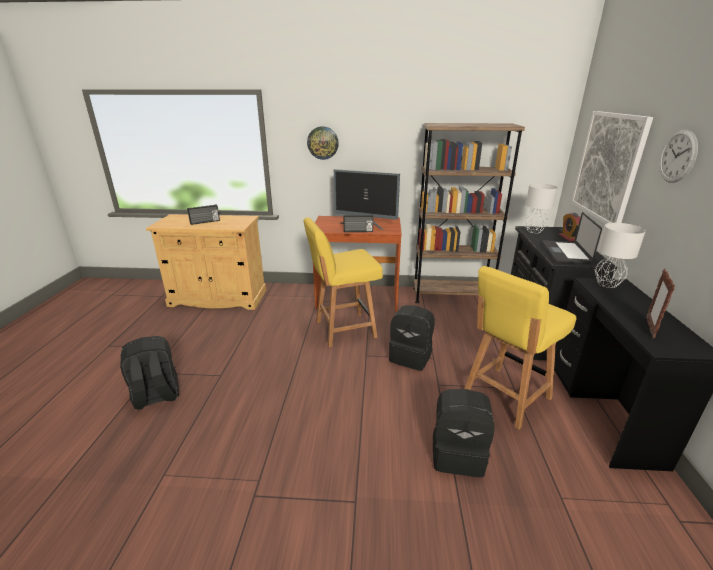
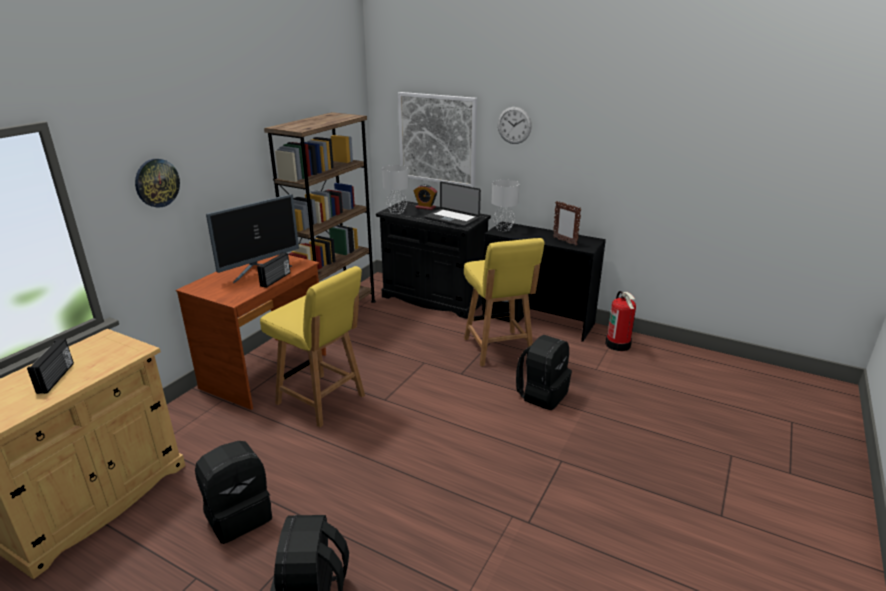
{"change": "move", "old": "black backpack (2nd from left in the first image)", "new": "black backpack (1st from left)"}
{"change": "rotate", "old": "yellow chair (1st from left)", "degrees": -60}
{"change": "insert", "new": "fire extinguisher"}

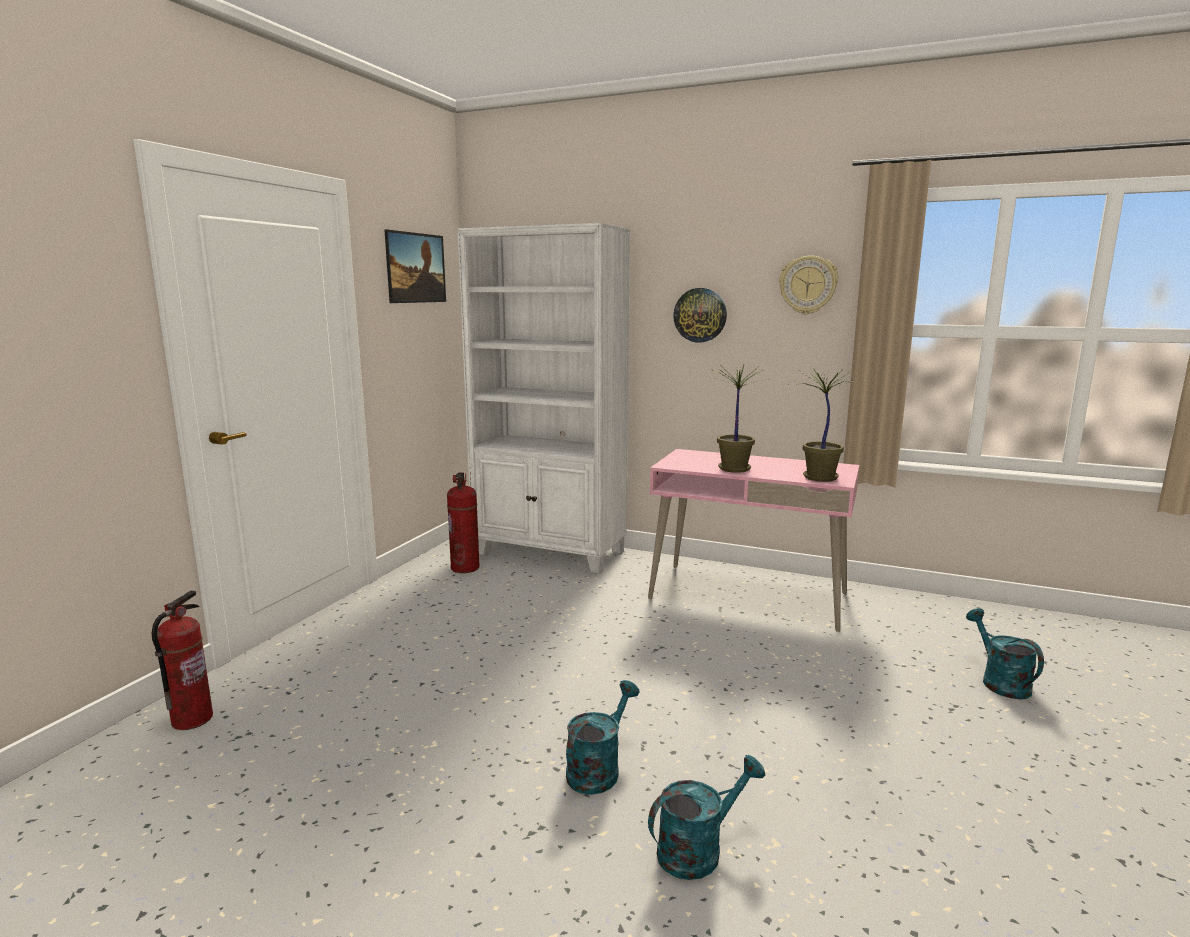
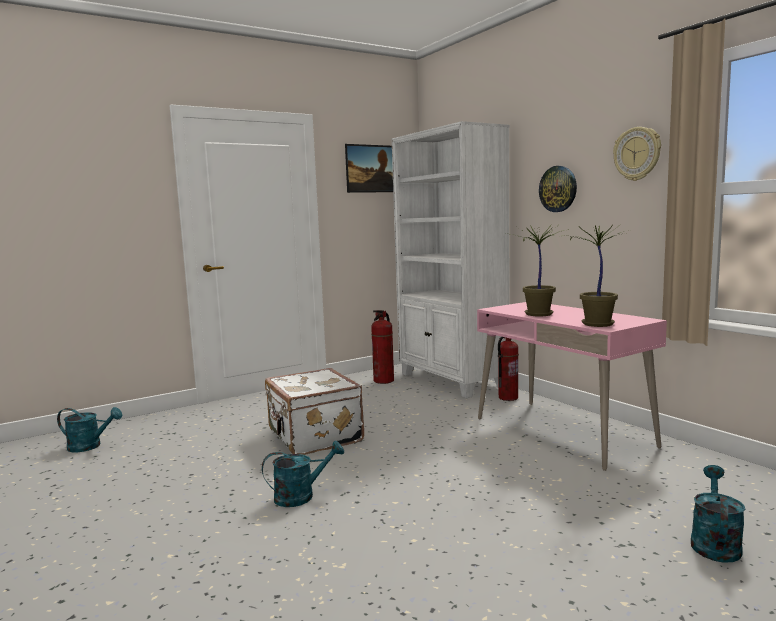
{"change": "move", "old": "turquoise watering can (2nd from left in the first image)", "new": "turquoise watering can (1st from left)"}
{"change": "insert", "new": "white suitcase"}
{"change": "move", "old": "fire extinguisher (1st from left in the first image)", "new": "fire extinguisher (2nd from left)"}

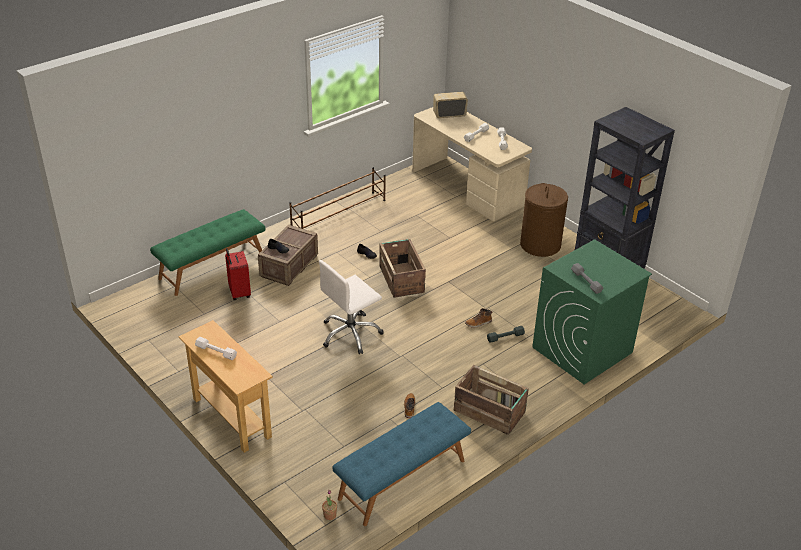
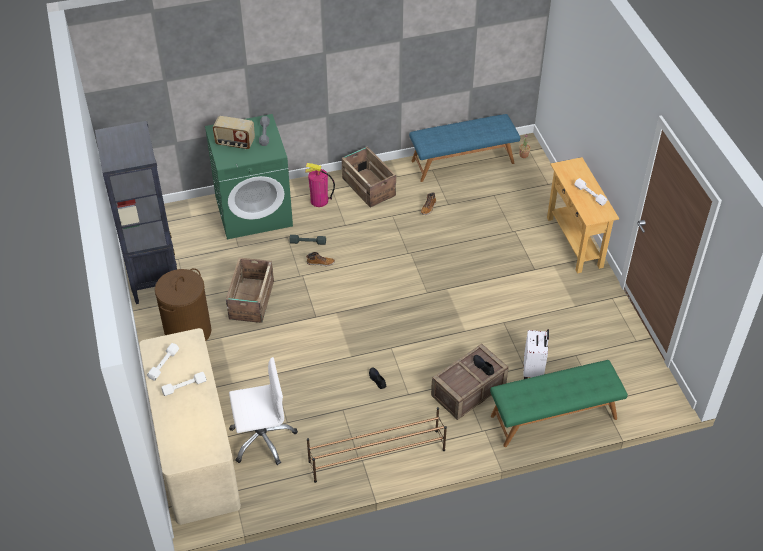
{"change": "move", "old": "radio"}
{"change": "move", "old": "crate (2nd from left in the first image)", "new": "crate (1st from left)"}
{"change": "move", "old": "white office chair"}
{"change": "insert", "new": "fire extinguisher"}
{"change": "recolor", "old": "red suitcase", "new": "white suitcase"}

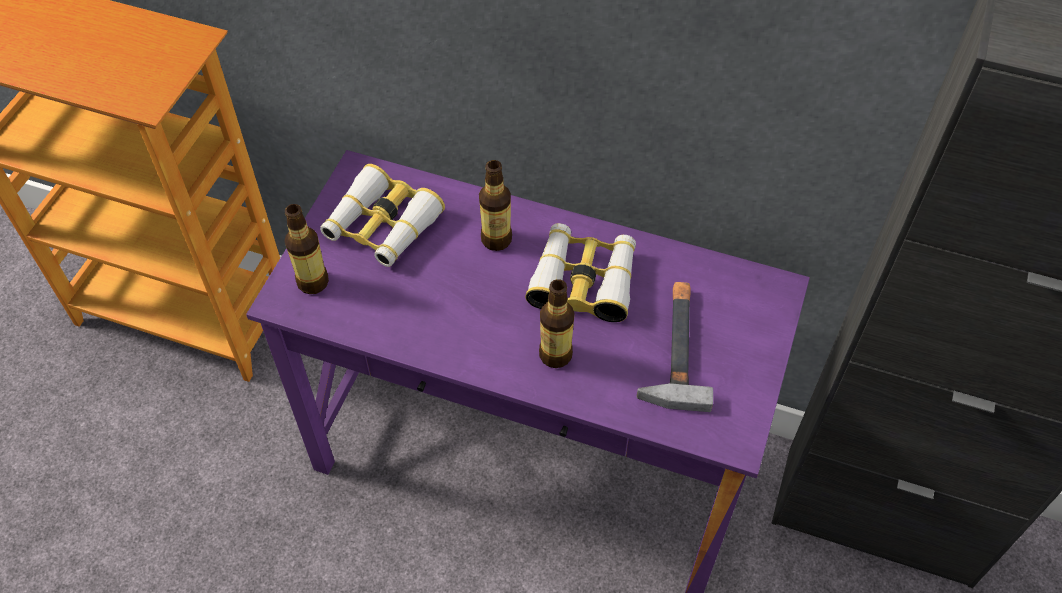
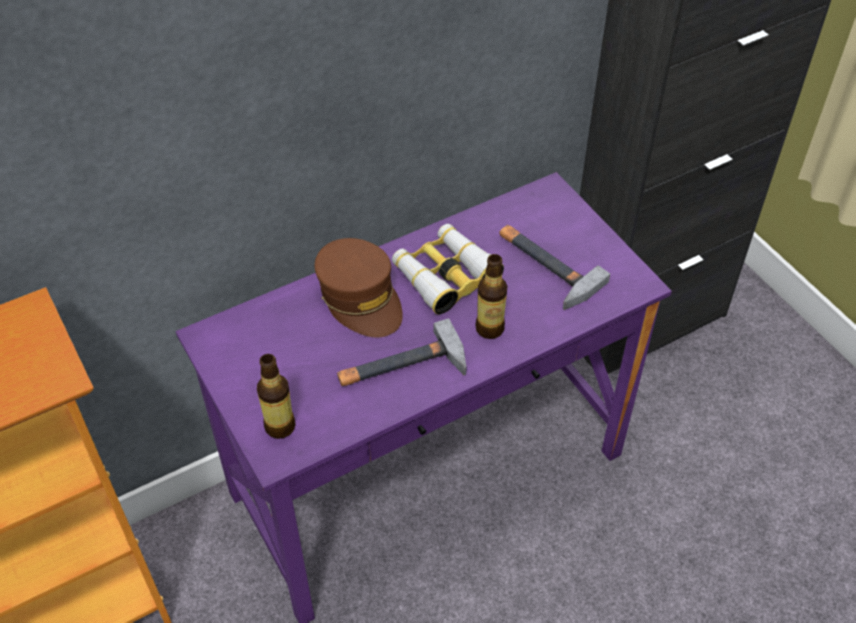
{"change": "replace", "old": "bottle (2nd from left)", "new": "brown cap"}
{"change": "insert", "new": "hammer (1st from left)"}
{"change": "delete", "old": "binoculars (1st from left)"}

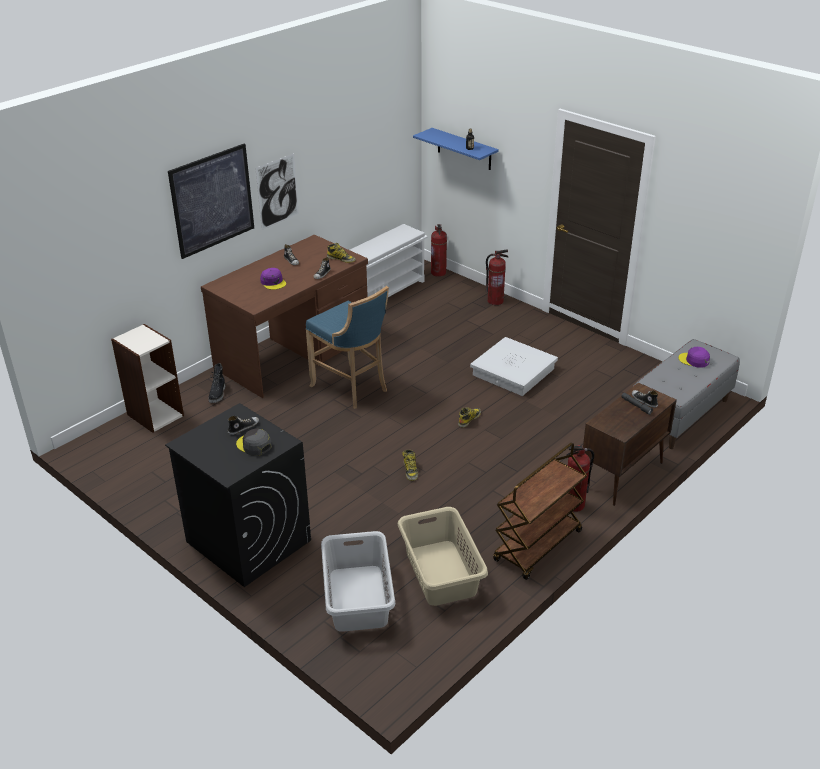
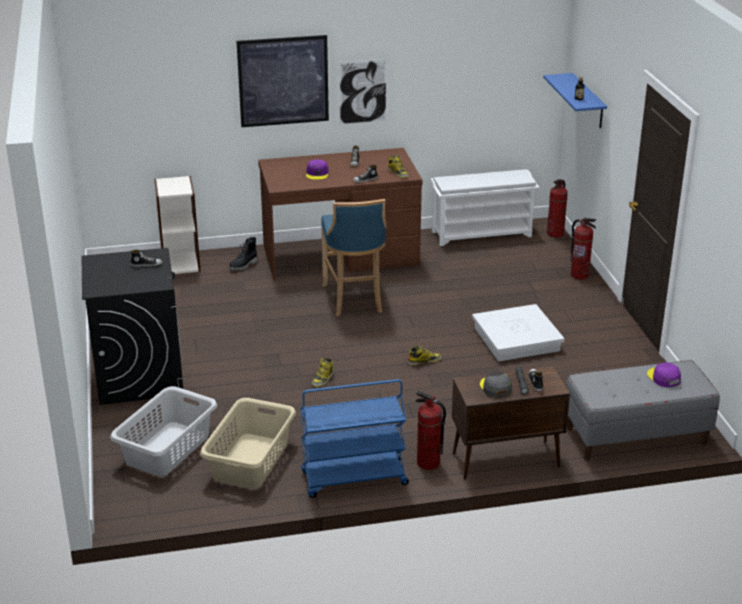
{"change": "recolor", "old": "brown cart", "new": "blue cart"}
{"change": "move", "old": "grey cap"}

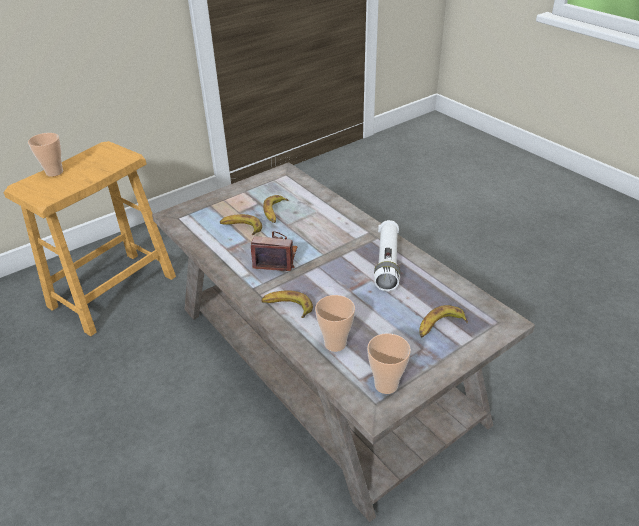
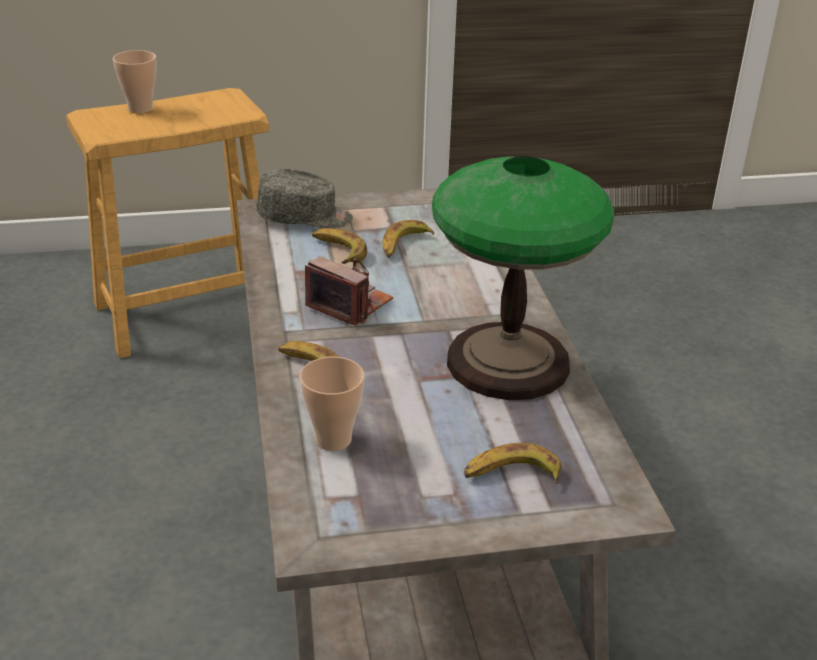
{"change": "insert", "new": "grey cap"}
{"change": "replace", "old": "white flashlight", "new": "table lamp"}
{"change": "delete", "old": "cup (3rd from left)"}

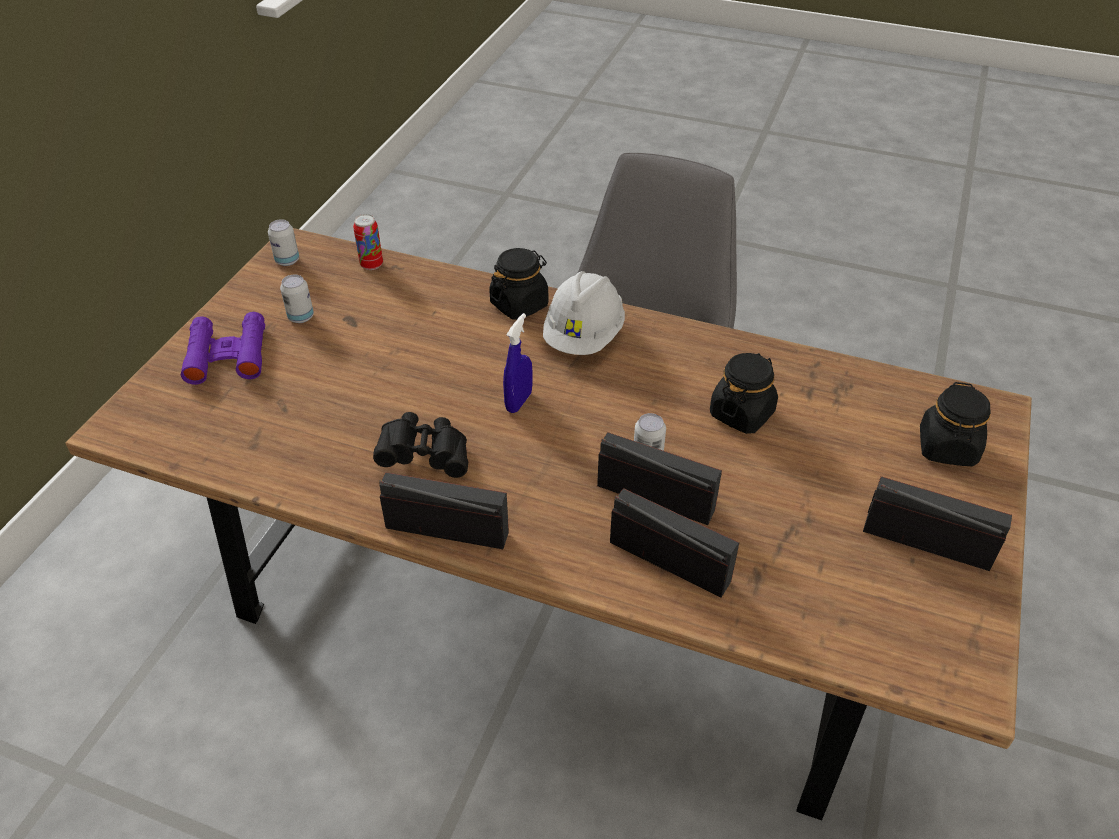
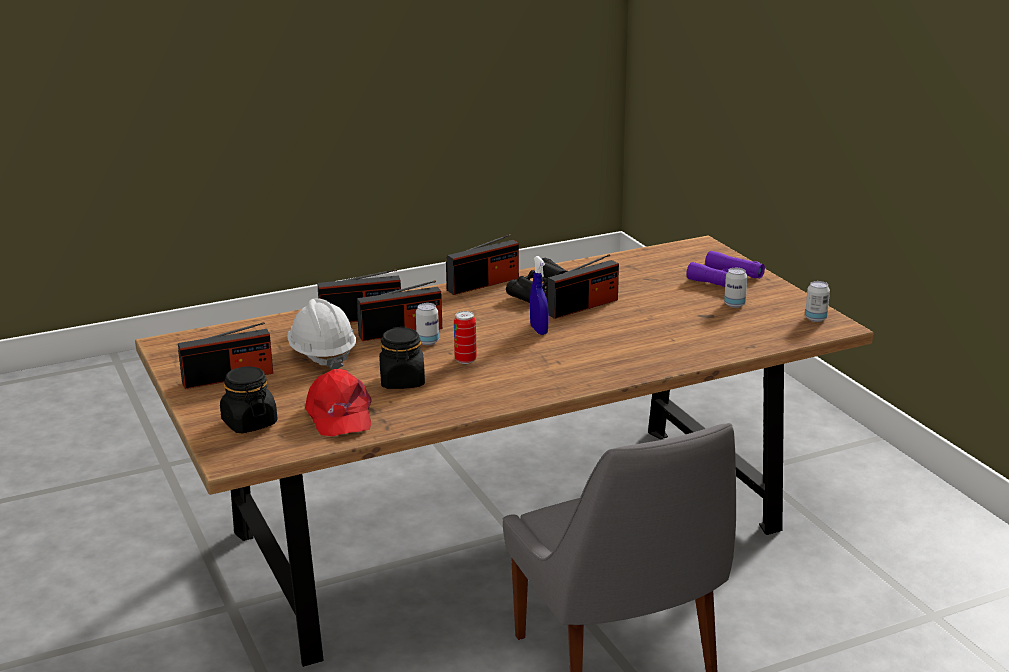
{"change": "move", "old": "white hard hat"}
{"change": "insert", "new": "red cap"}
{"change": "move", "old": "can (3rd from left in the first image)", "new": "can (2nd from left)"}
{"change": "insert", "new": "radio (5th from left)"}
{"change": "delete", "old": "black jar (1st from left)"}

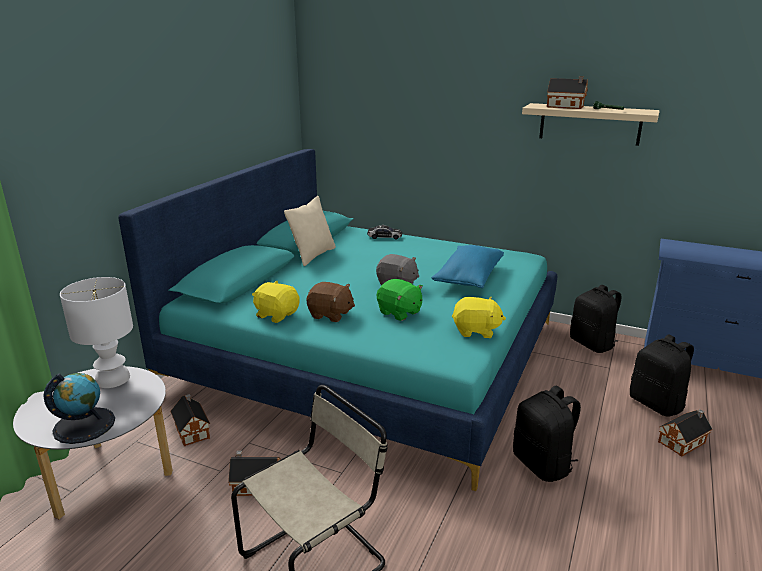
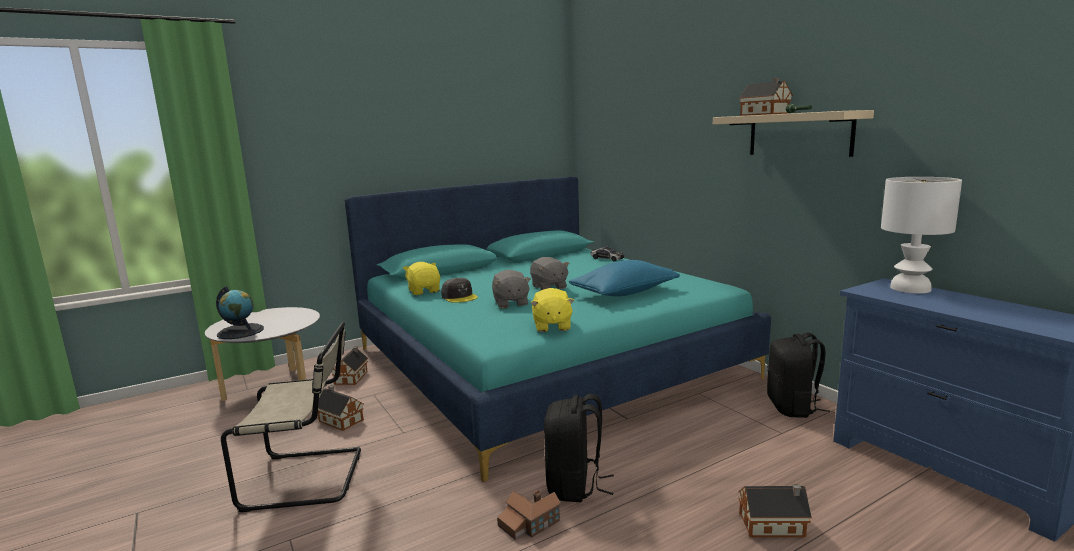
{"change": "replace", "old": "brown plush toy", "new": "grey cap"}
{"change": "recolor", "old": "green plush toy", "new": "grey plush toy (1st from left)"}
{"change": "insert", "new": "toy house (3rd from left)"}
{"change": "rotate", "old": "yellow plush toy (2nd from left)", "degrees": 45}
{"change": "move", "old": "white table lamp"}
{"change": "delete", "old": "beige pillow"}
{"change": "delete", "old": "black backpack (3rd from left)"}

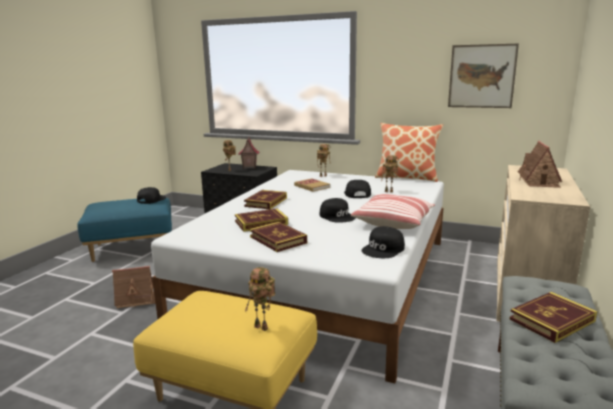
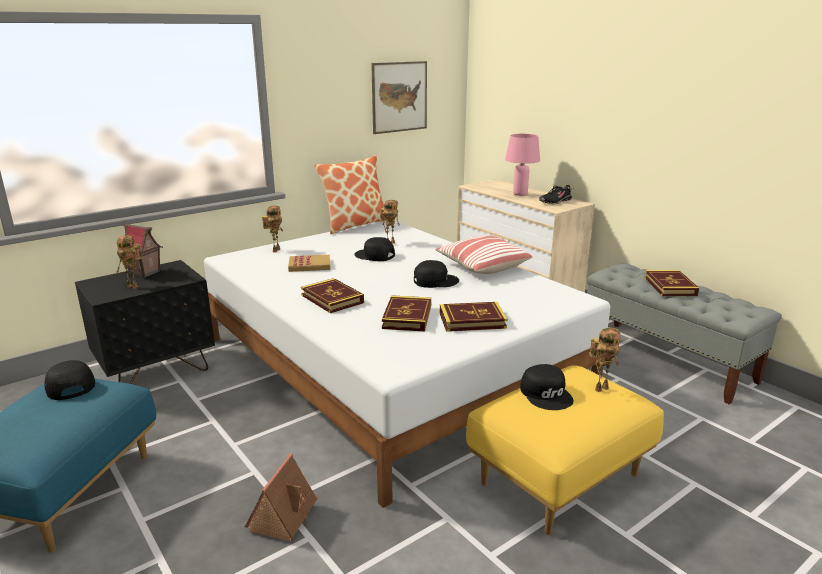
{"change": "replace", "old": "toy house (3rd from left)", "new": "pink table lamp"}
{"change": "move", "old": "black cap (4th from left)"}
{"change": "insert", "new": "black shoe"}

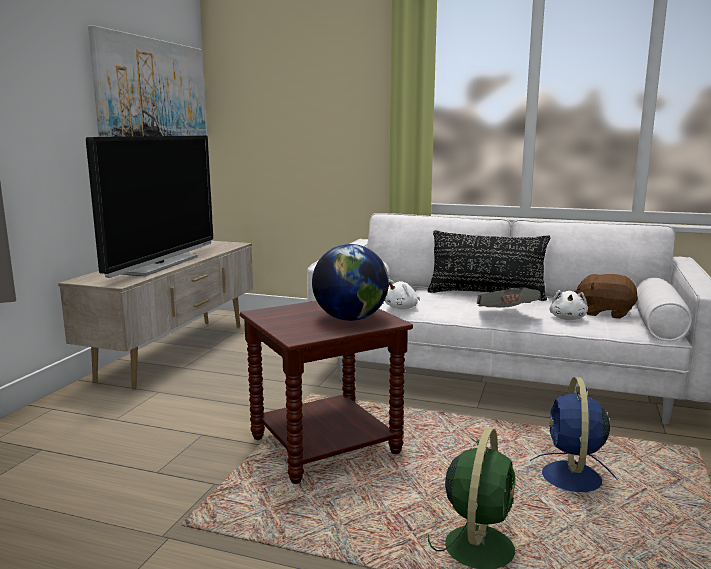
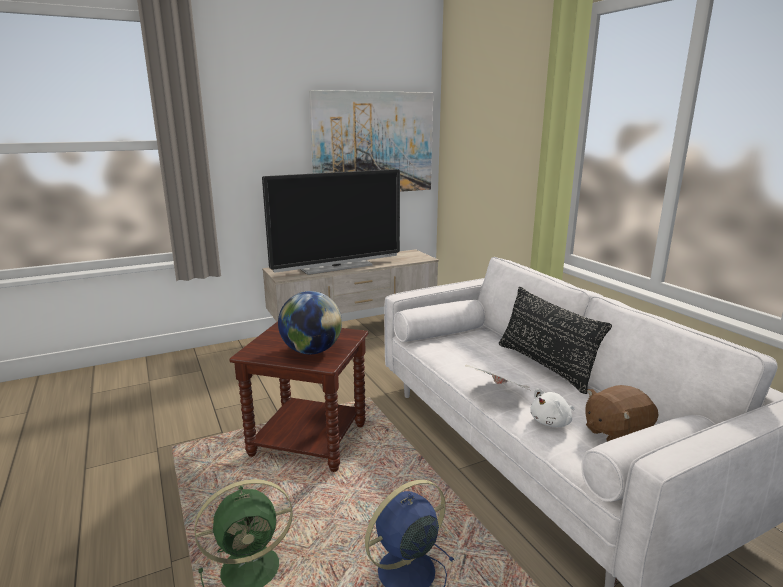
{"change": "rotate", "old": "brown plush toy", "degrees": -90}
{"change": "delete", "old": "white plush toy (1st from left)"}

